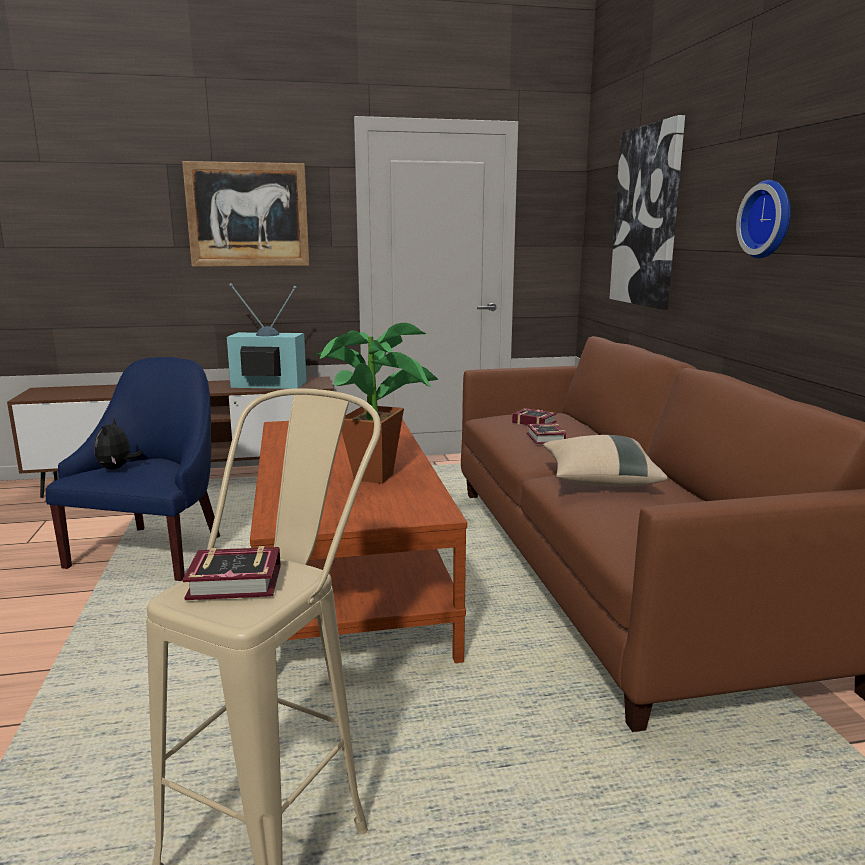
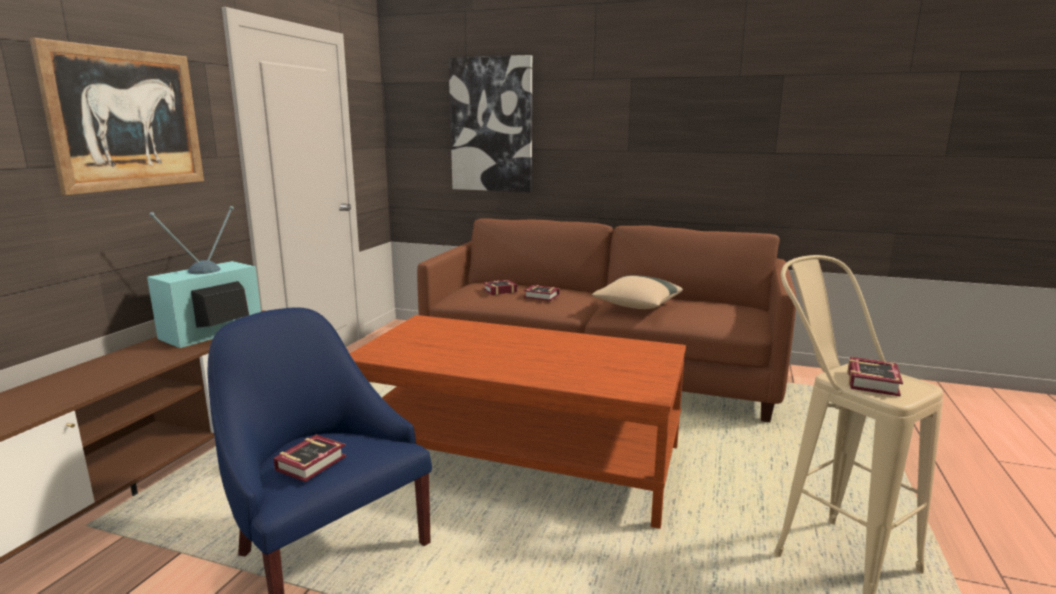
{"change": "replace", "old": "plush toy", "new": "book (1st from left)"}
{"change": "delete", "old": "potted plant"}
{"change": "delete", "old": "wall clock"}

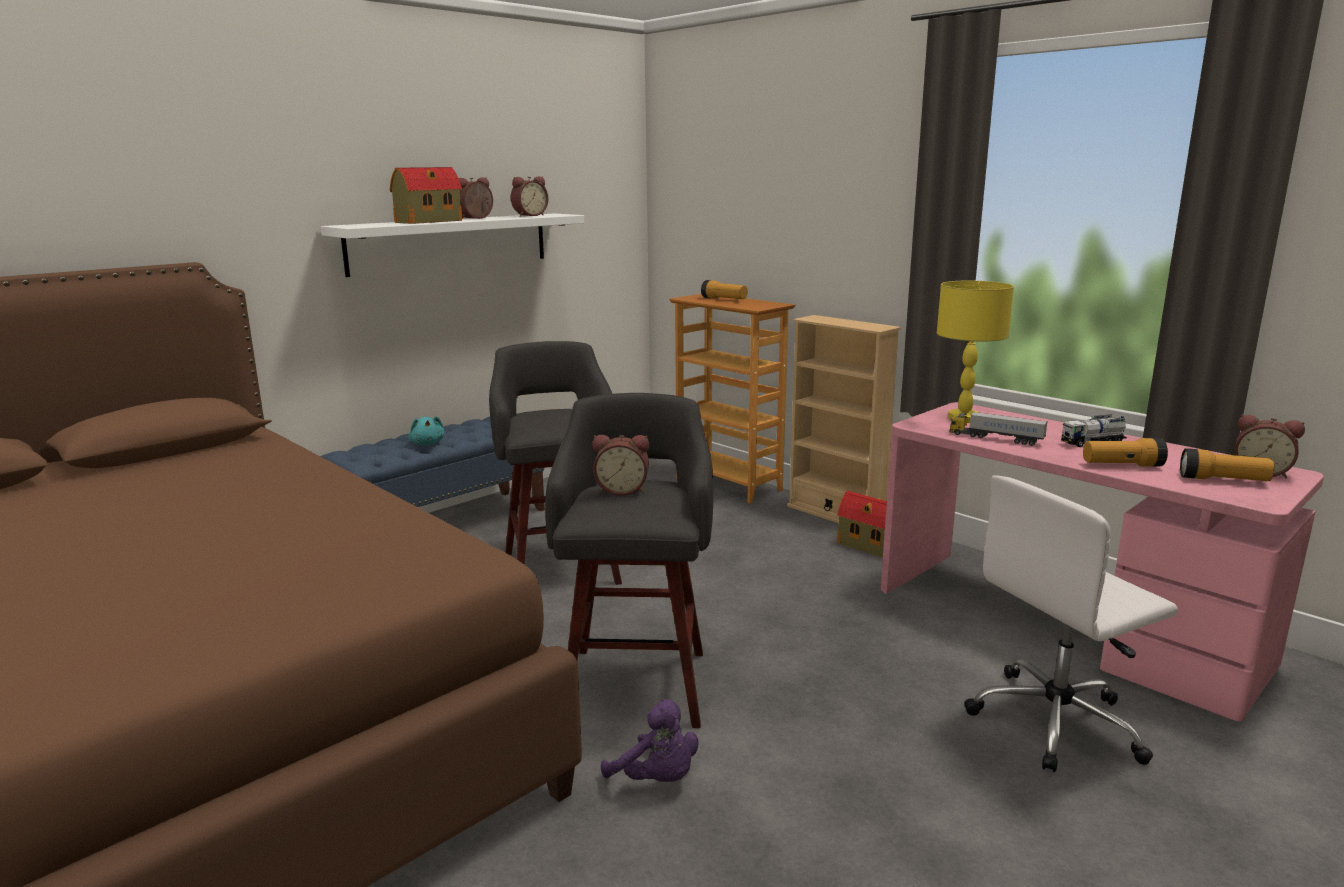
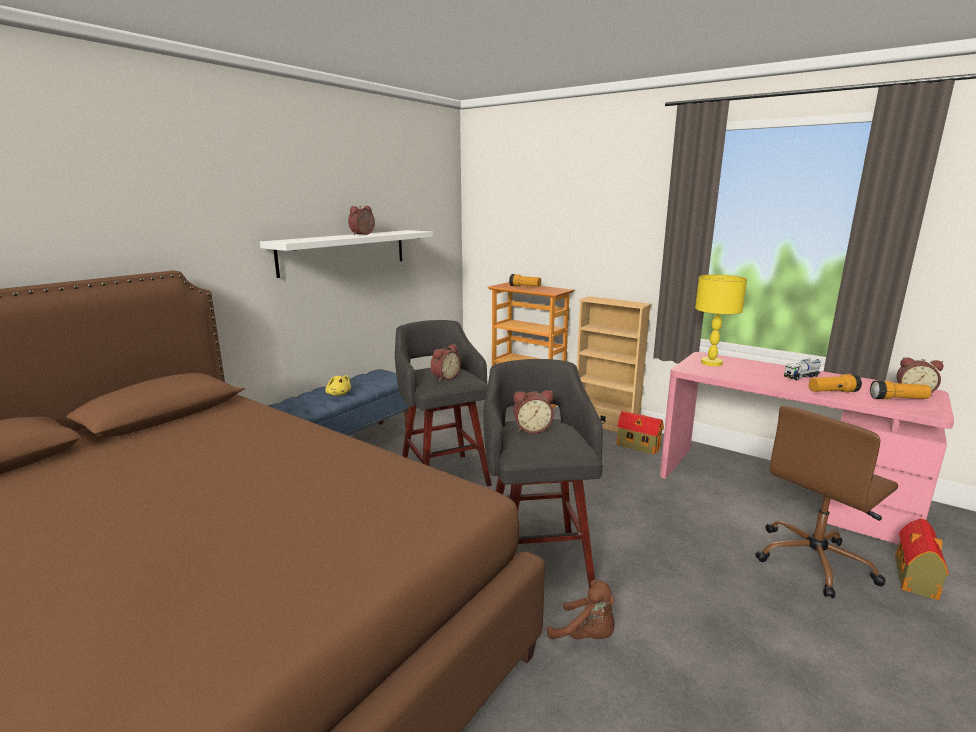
{"change": "recolor", "old": "turquoise plush toy", "new": "yellow plush toy"}
{"change": "move", "old": "alarm clock (2nd from left)"}
{"change": "recolor", "old": "purple plush toy", "new": "brown plush toy"}
{"change": "recolor", "old": "white office chair", "new": "brown office chair"}
{"change": "move", "old": "toy house (1st from left in the first image)", "new": "toy house (2nd from left)"}
{"change": "delete", "old": "toy truck (1st from left)"}

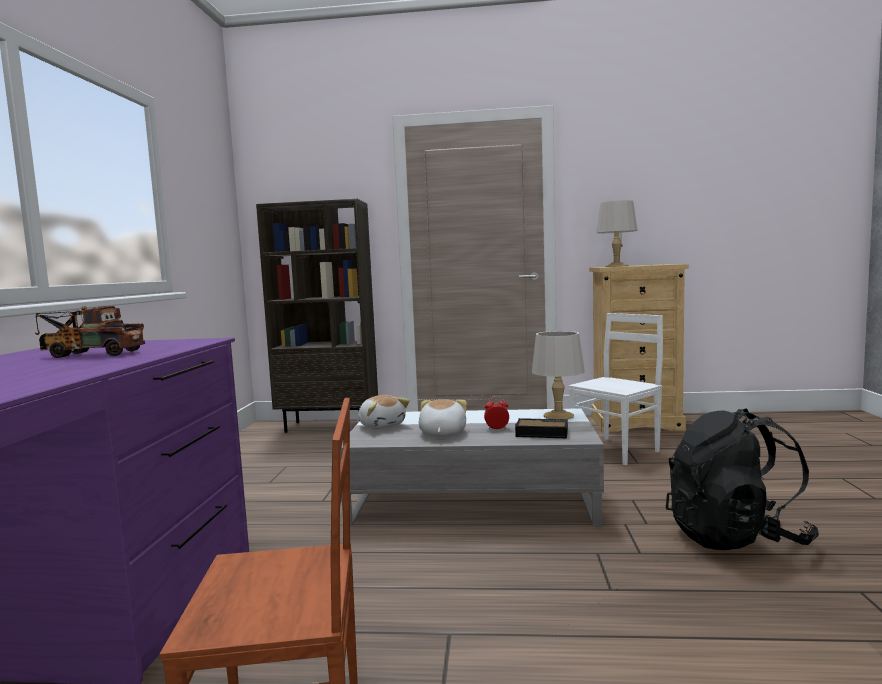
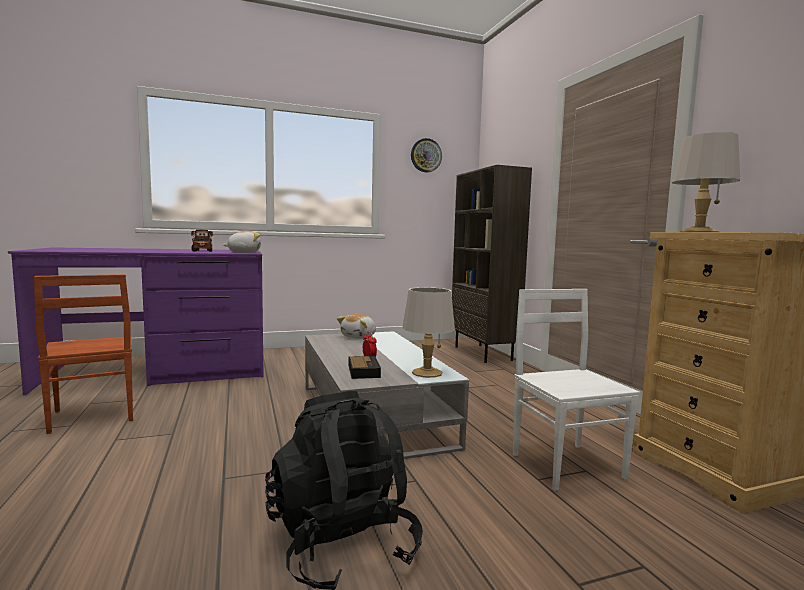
{"change": "move", "old": "plush toy (2nd from left in the first image)", "new": "plush toy (1st from left)"}
{"change": "insert", "new": "wall clock"}
{"change": "rotate", "old": "white chair", "degrees": -135}

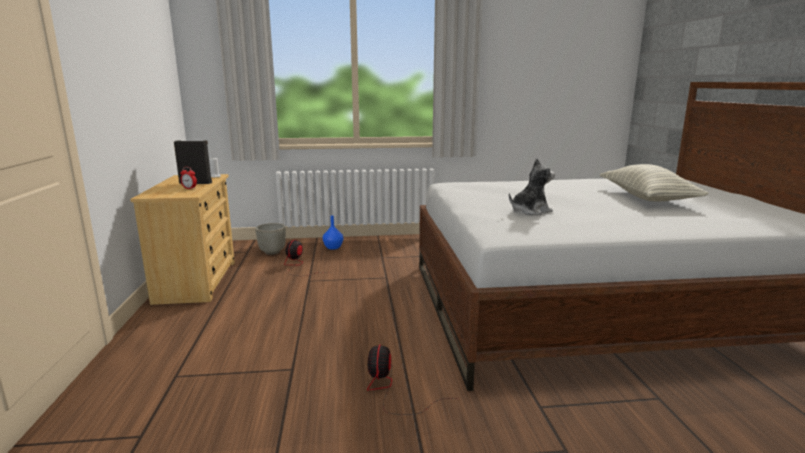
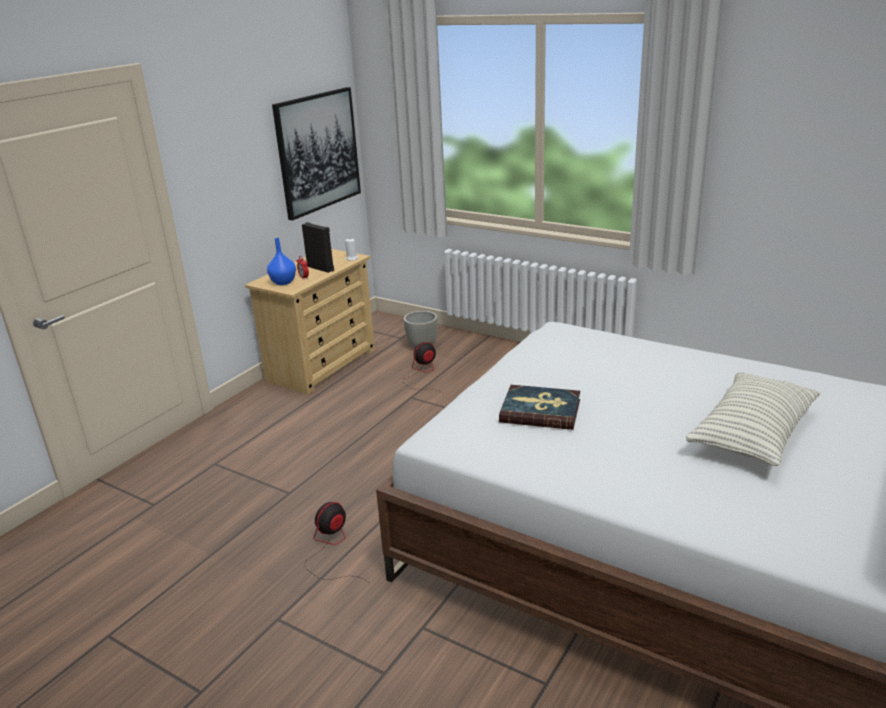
{"change": "move", "old": "blue vase"}
{"change": "insert", "new": "picture"}
{"change": "replace", "old": "plush toy", "new": "book"}

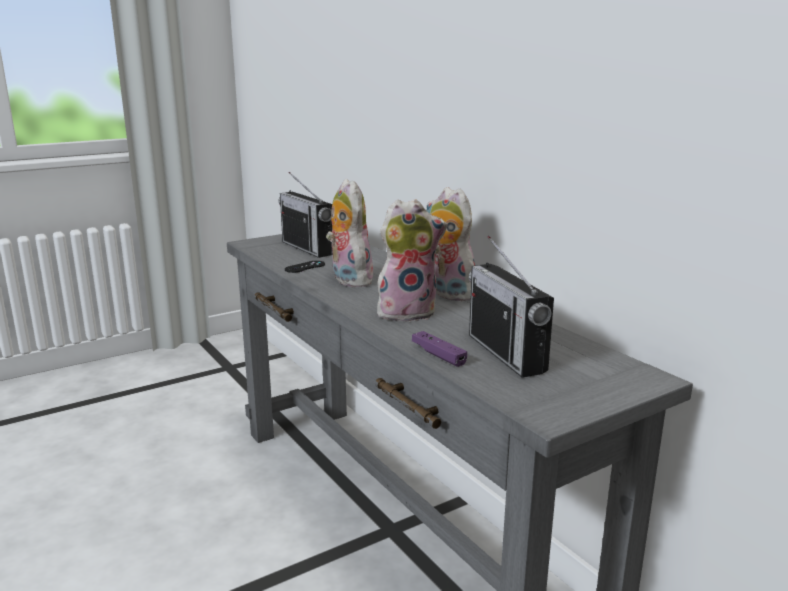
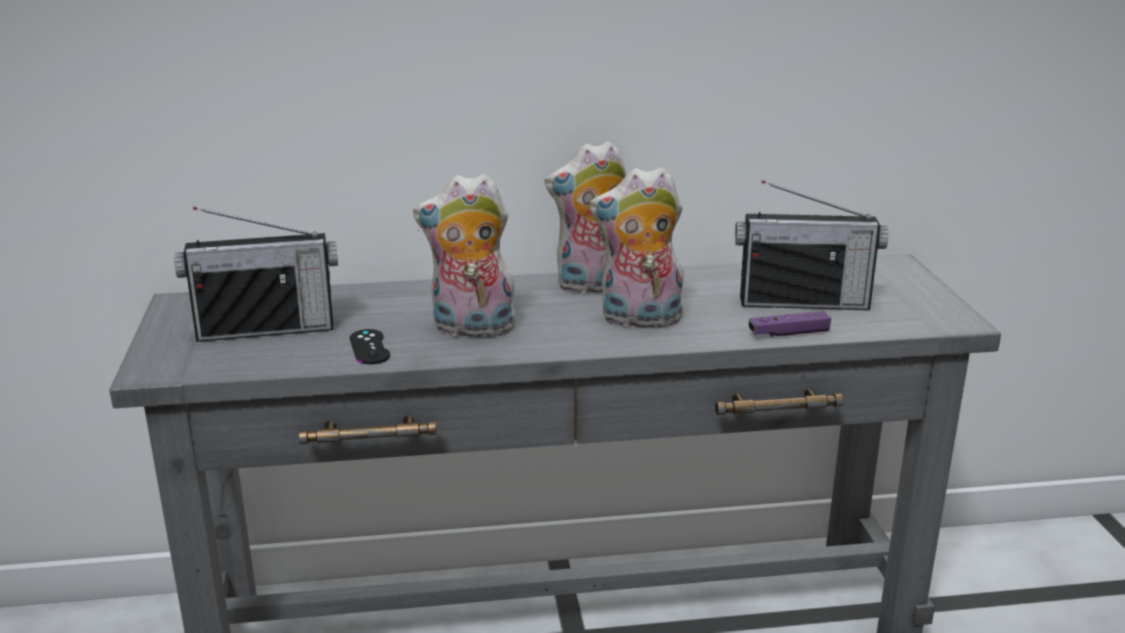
{"change": "rotate", "old": "plush toy (2nd from left in the first image)", "degrees": -105}

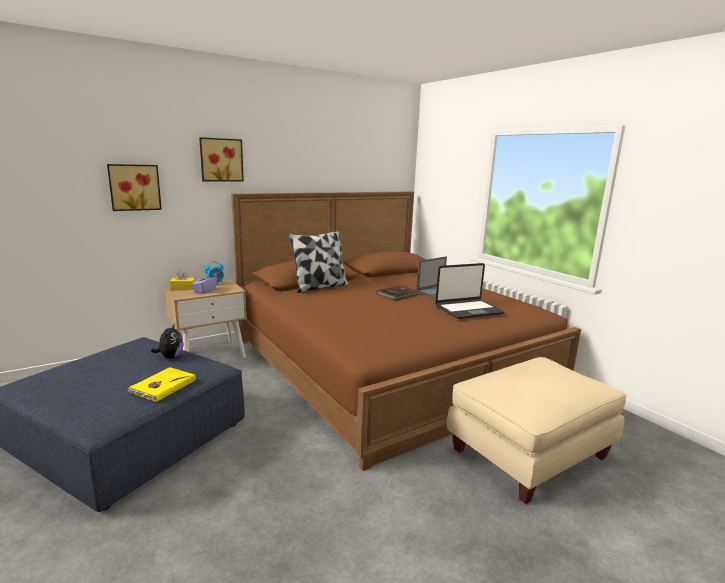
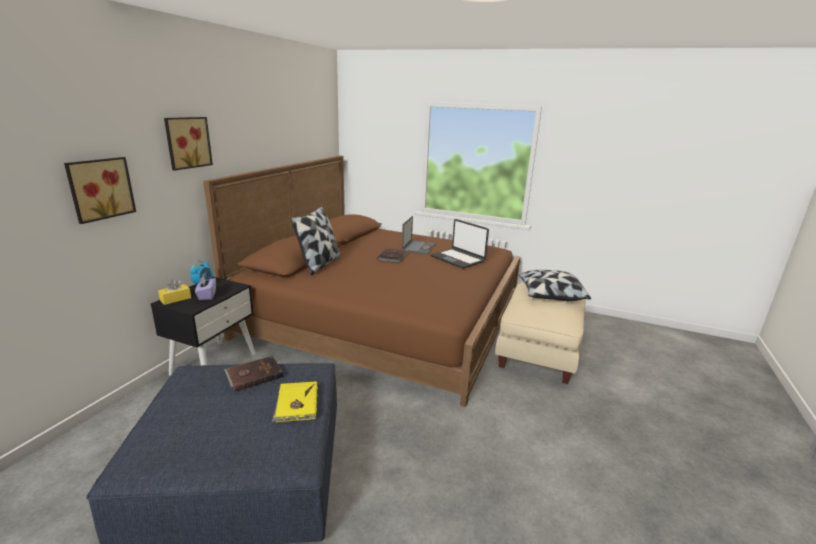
{"change": "recolor", "old": "beige nightstand", "new": "black nightstand"}
{"change": "replace", "old": "plush toy", "new": "brown book (1st from left)"}
{"change": "rotate", "old": "laptop (2nd from left)", "degrees": 105}
{"change": "insert", "new": "pillow (2nd from left)"}

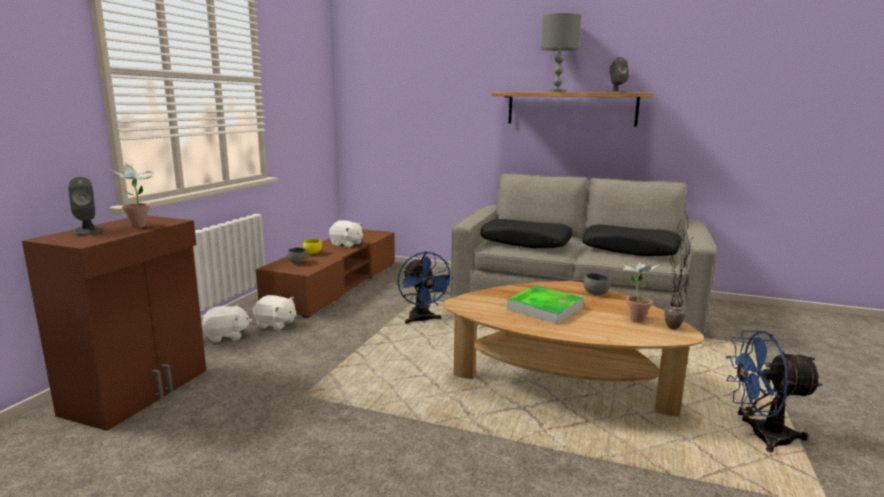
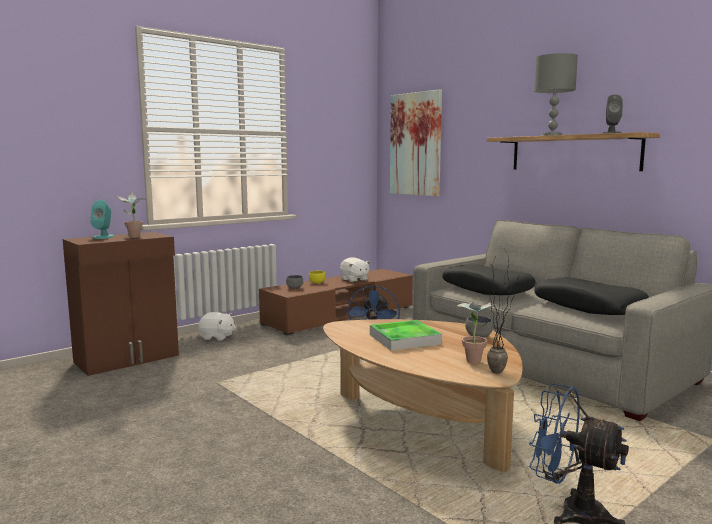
{"change": "recolor", "old": "grey speaker (1st from left)", "new": "turquoise speaker"}
{"change": "insert", "new": "picture"}
{"change": "delete", "old": "white plush toy (2nd from left)"}

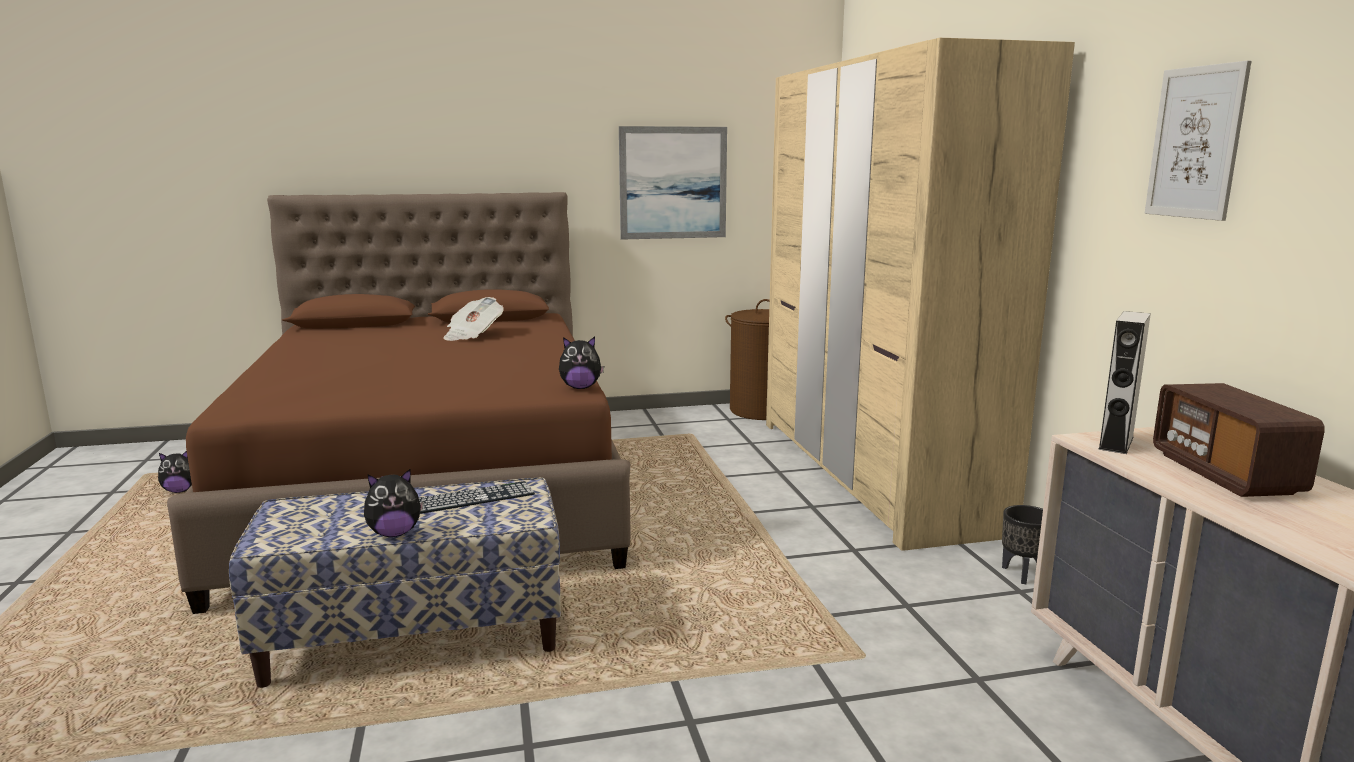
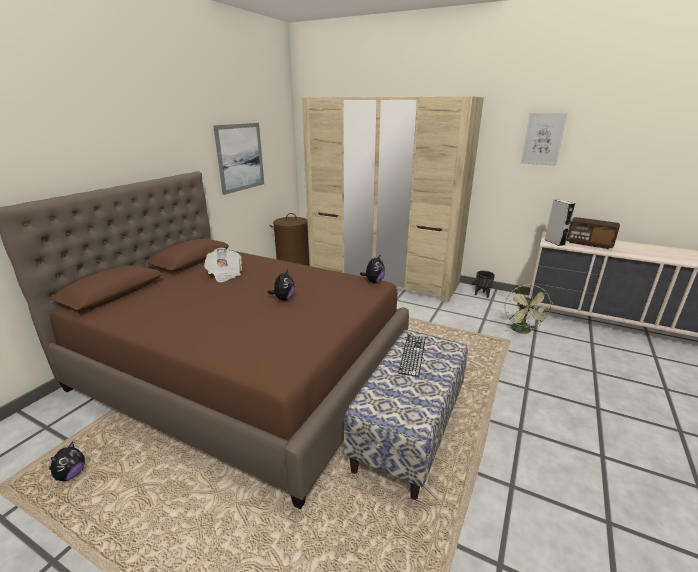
{"change": "move", "old": "plush toy (2nd from left)"}
{"change": "insert", "new": "green fan"}

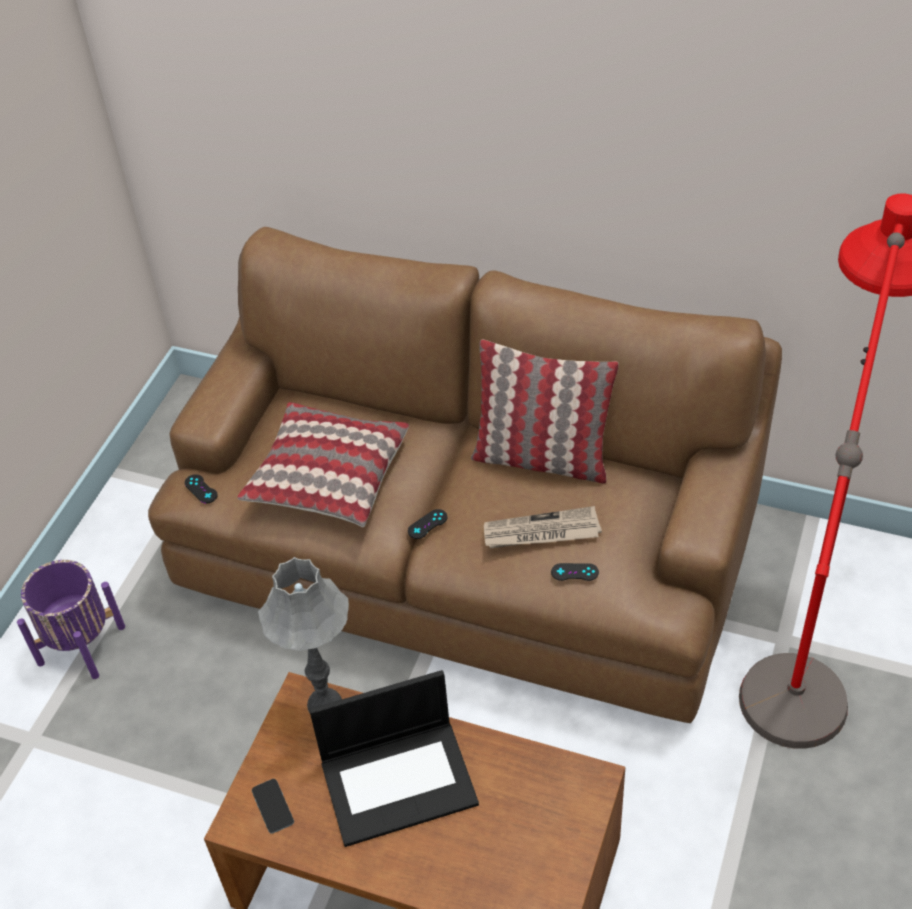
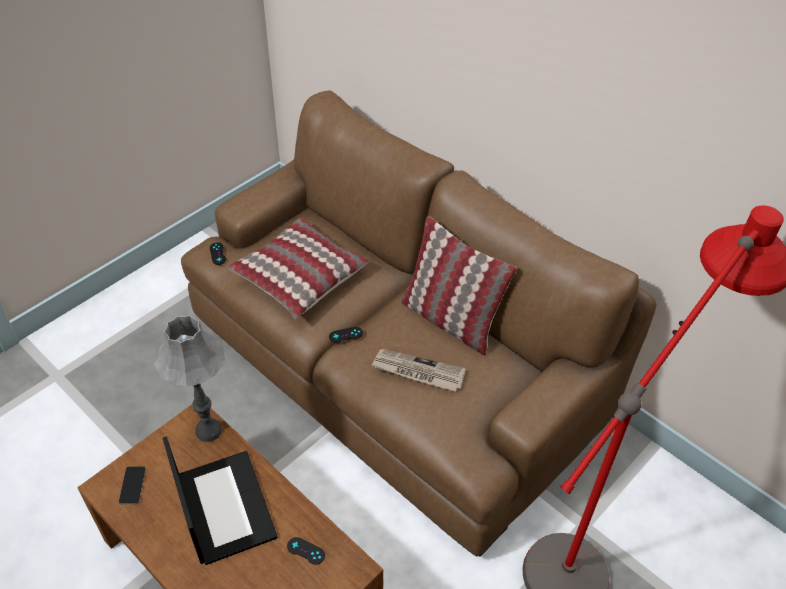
{"change": "rotate", "old": "laptop", "degrees": -120}
{"change": "move", "old": "black game controller (3rd from left in the first image)", "new": "black game controller (2nd from left)"}
{"change": "delete", "old": "purple planter"}

